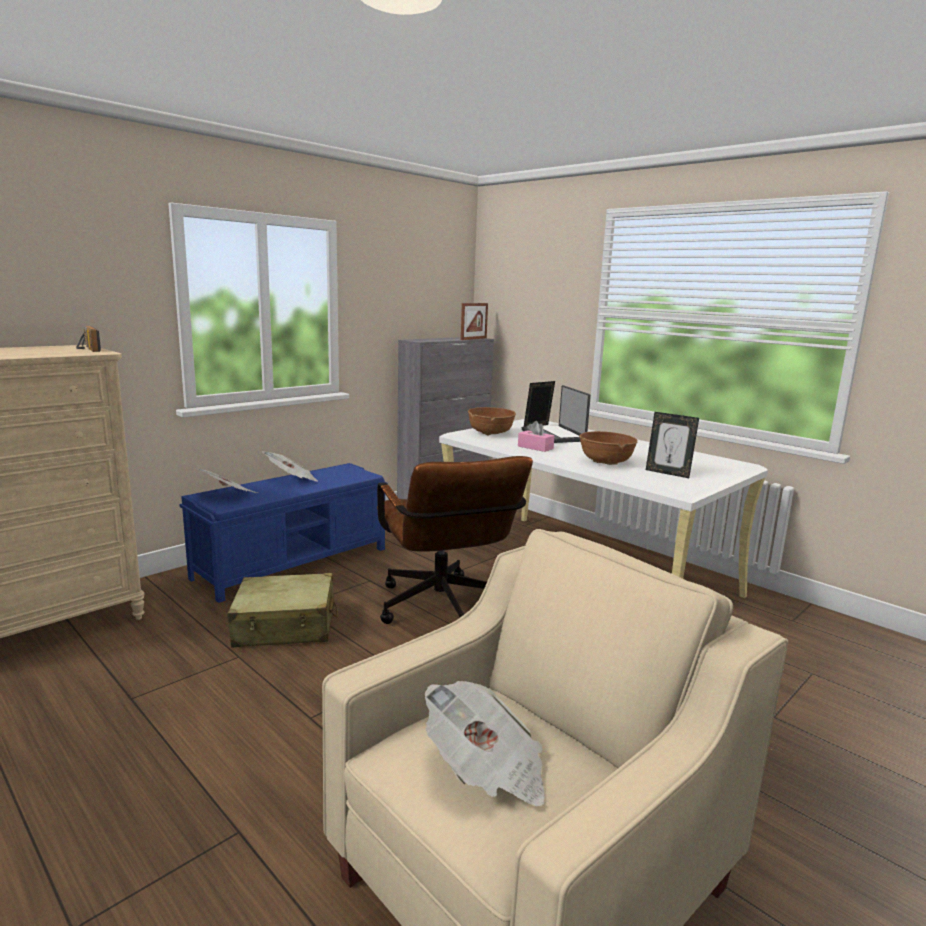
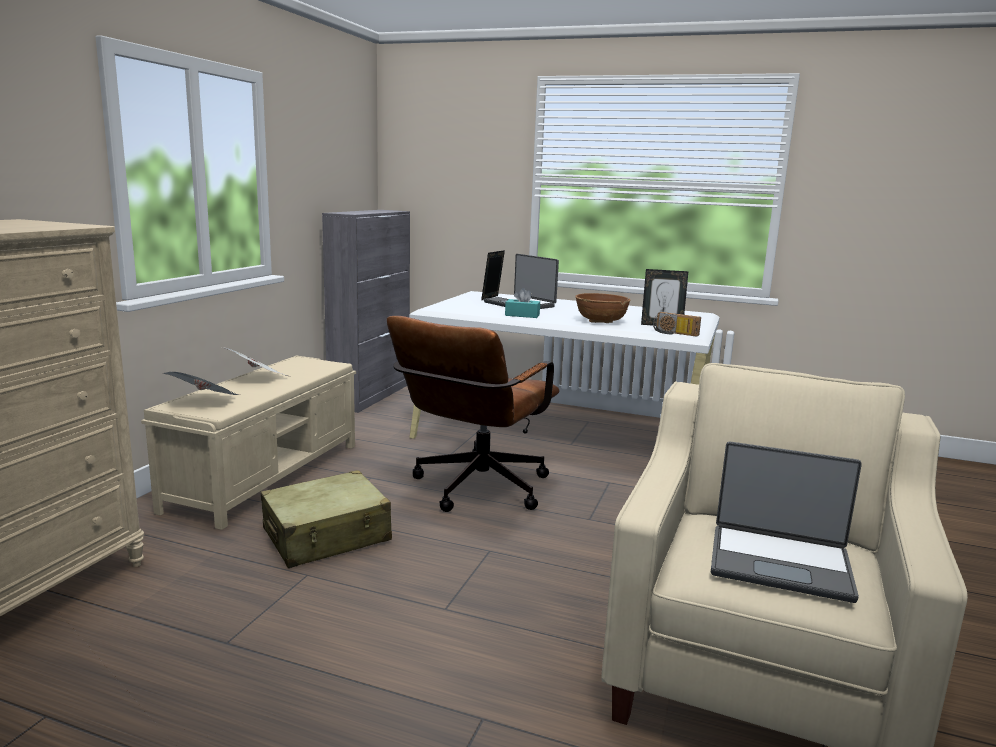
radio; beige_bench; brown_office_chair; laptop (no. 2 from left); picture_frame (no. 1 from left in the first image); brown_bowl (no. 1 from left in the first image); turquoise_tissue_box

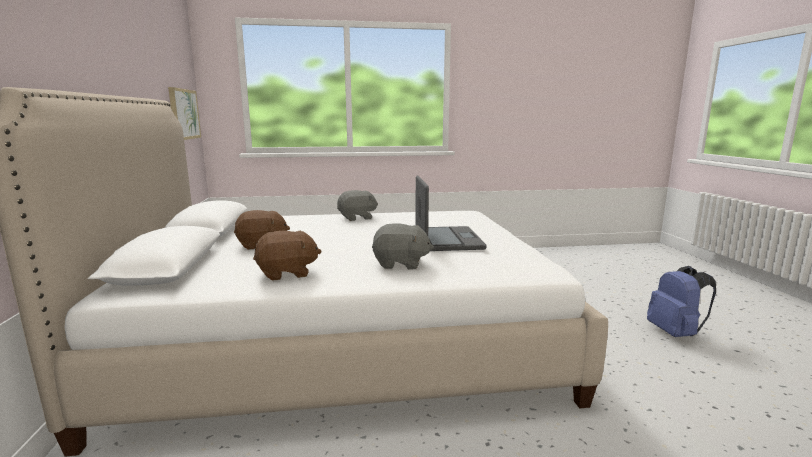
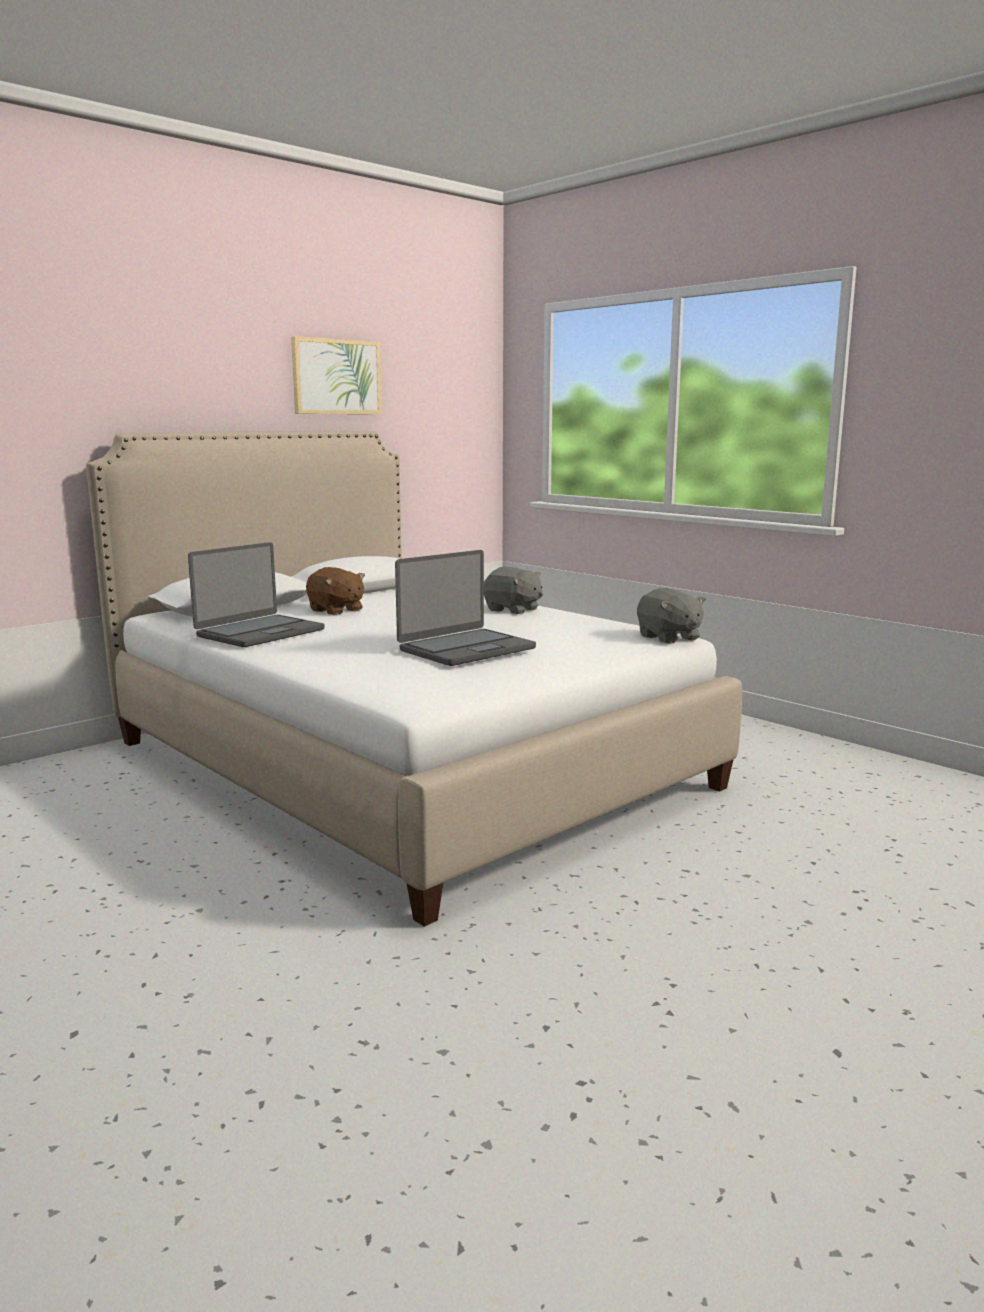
picture; laptop (no. 1 from left); grey_plush_toy (no. 2 from left); blue_backpack

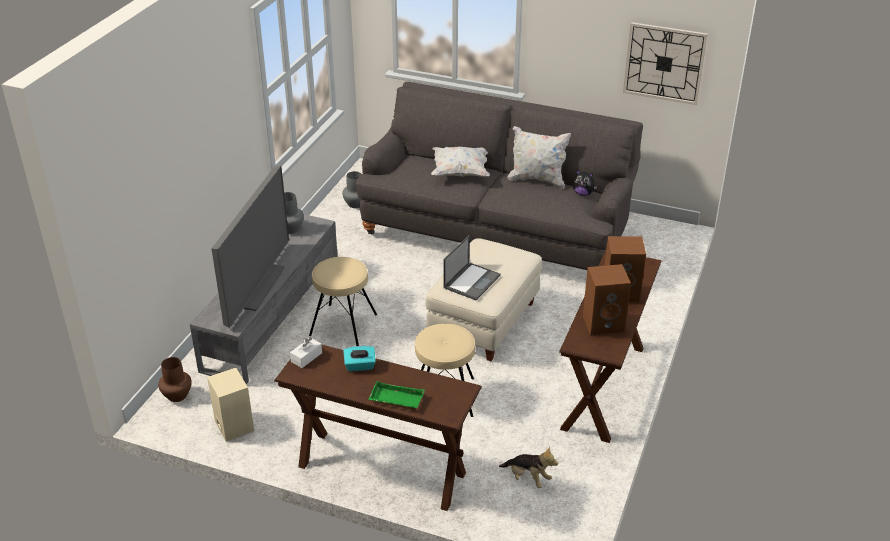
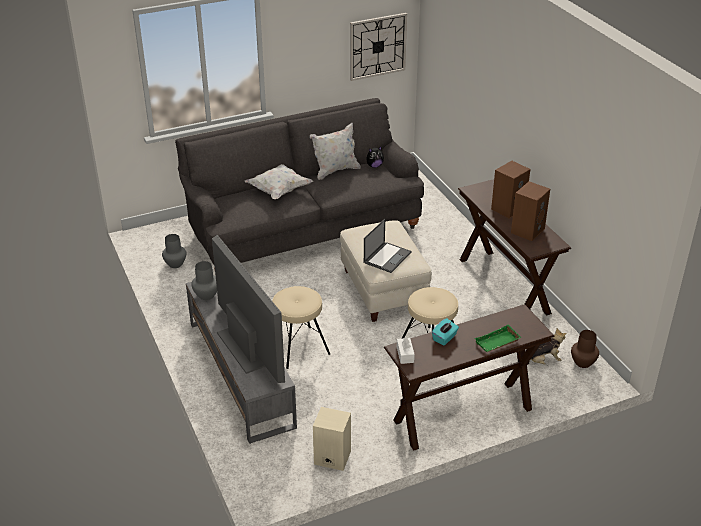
brown_vase; laptop

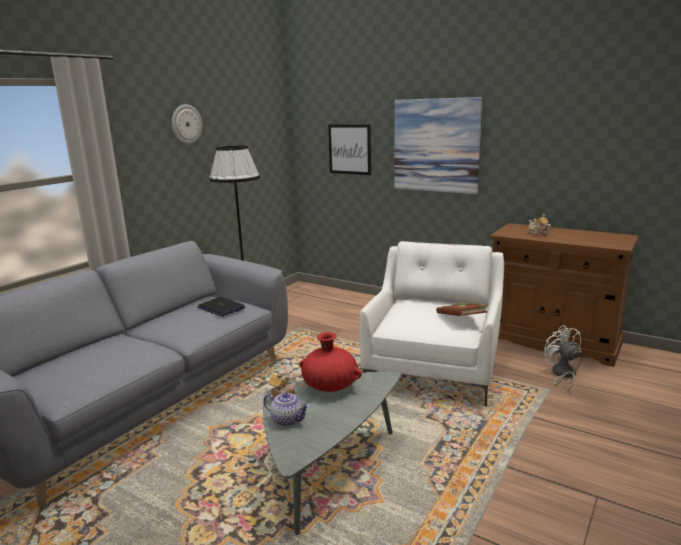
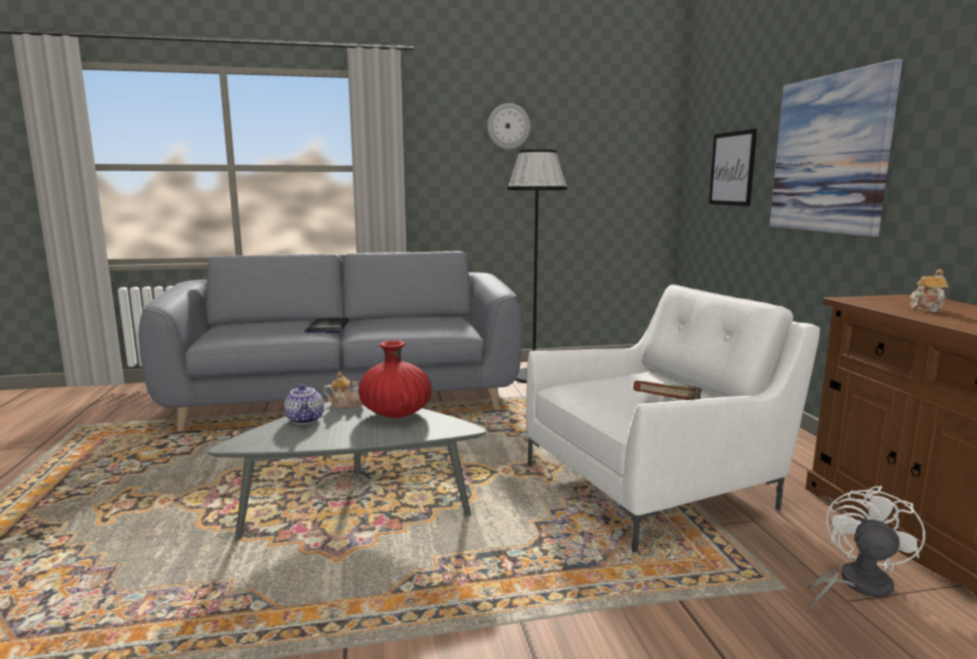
laptop

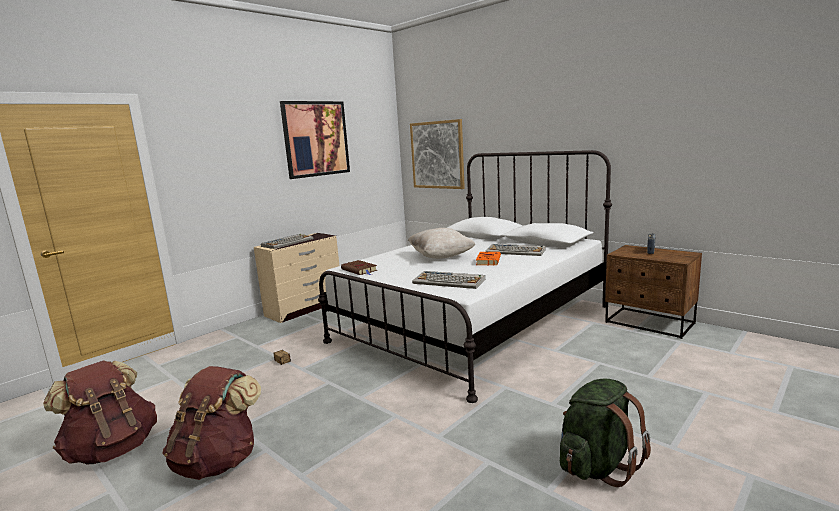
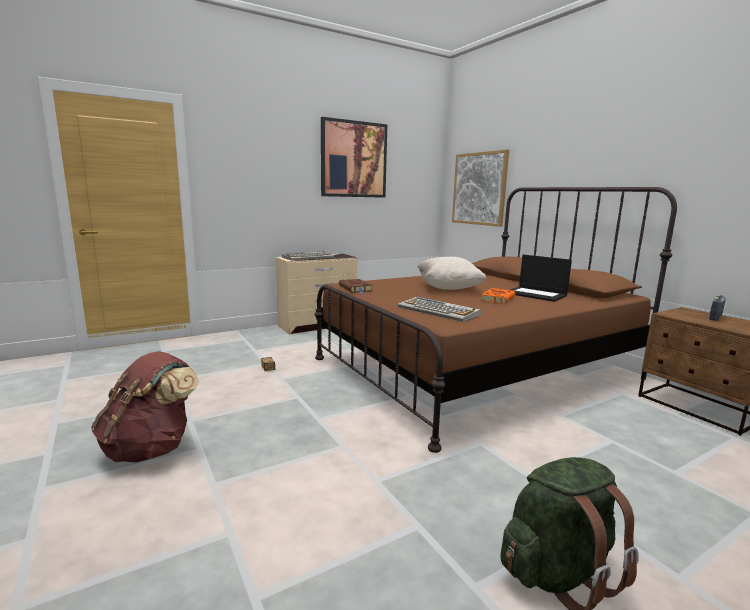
brown_backpack (no. 1 from left in the first image); brown_bed; laptop

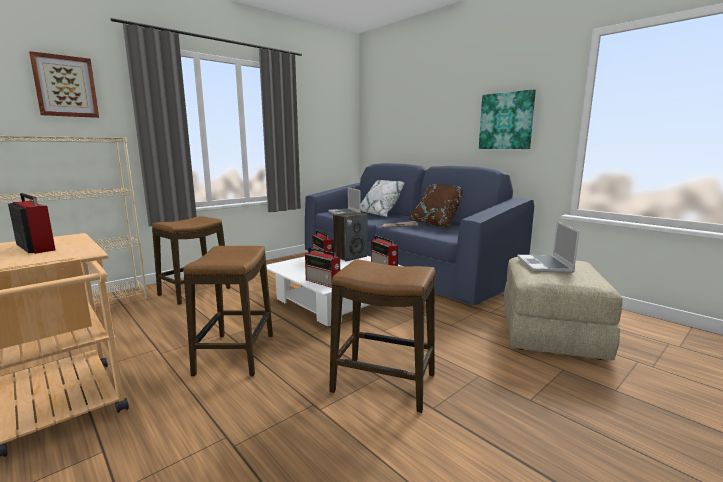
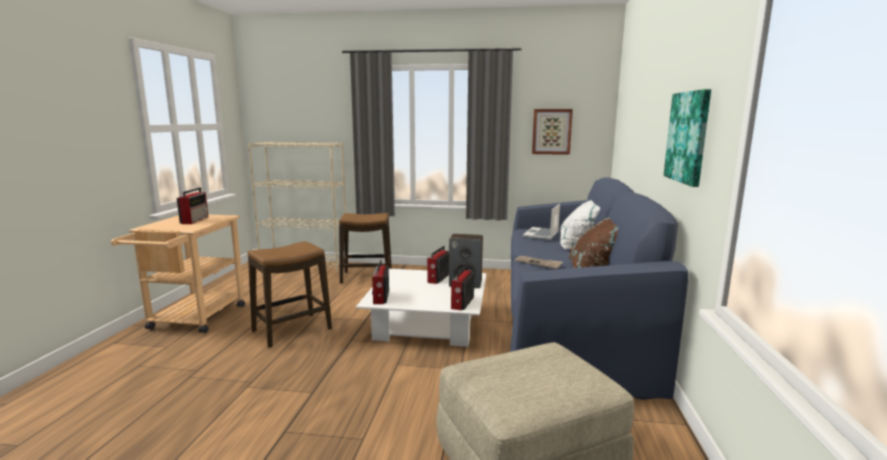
picture (no. 1 from left); stool (no. 3 from left in the first image); laptop (no. 2 from left in the first image)

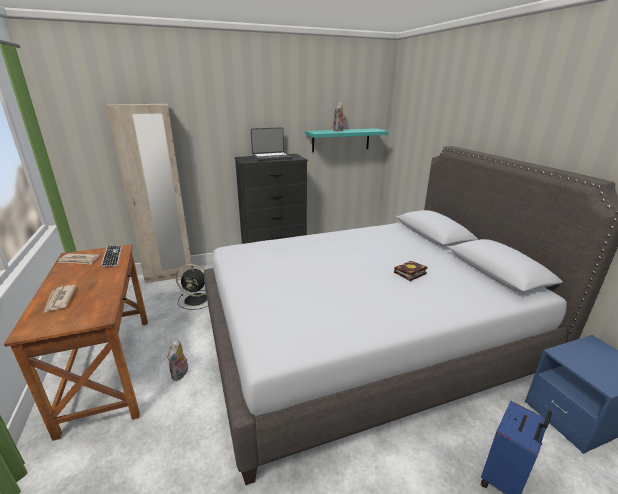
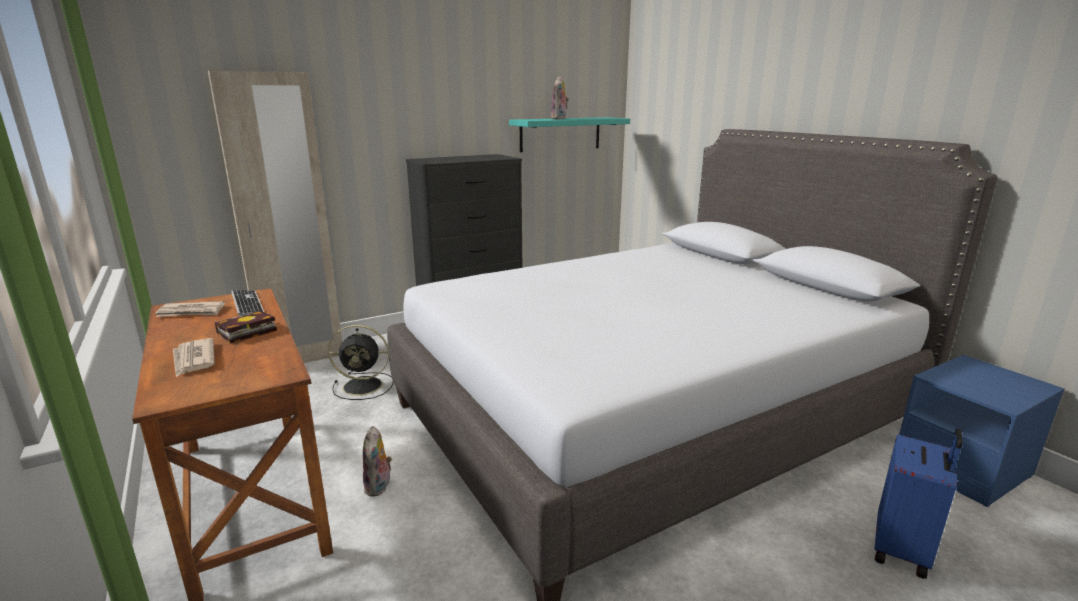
laptop; book

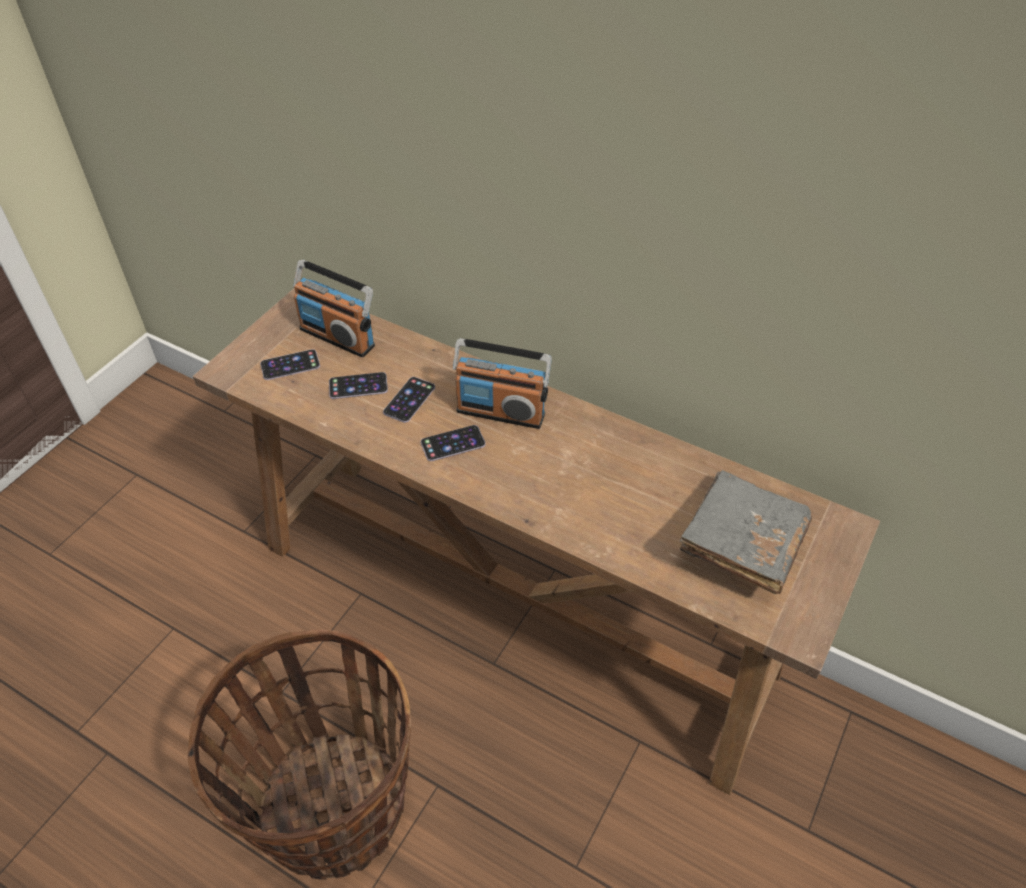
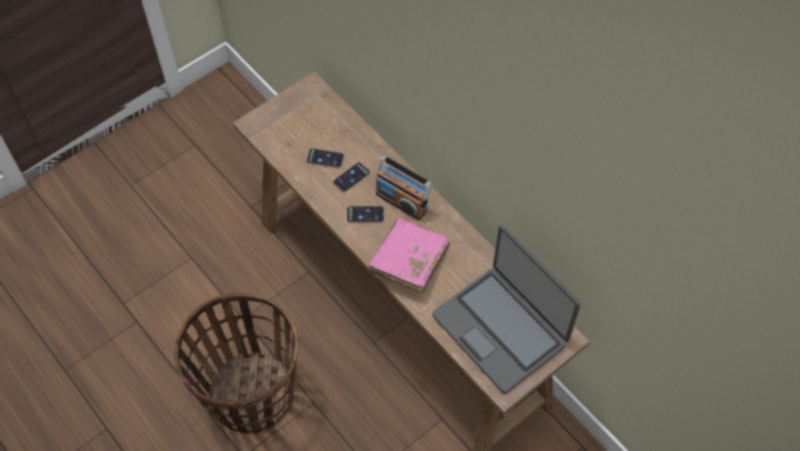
phone (no. 1 from left in the first image); radio (no. 1 from left in the first image); laptop; pink_book

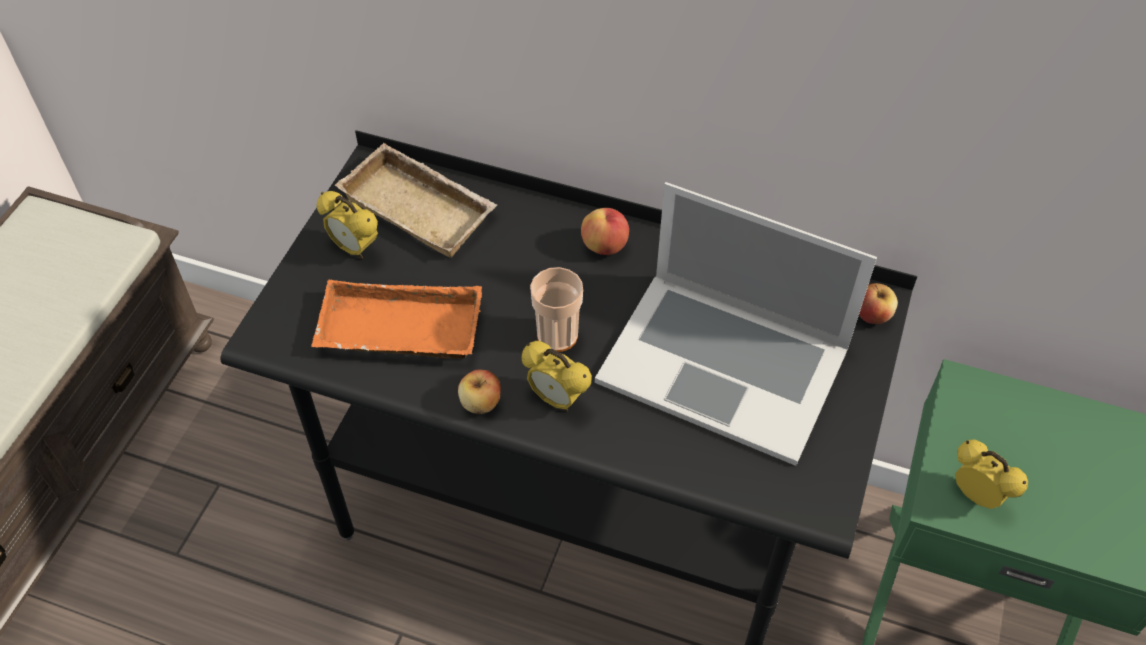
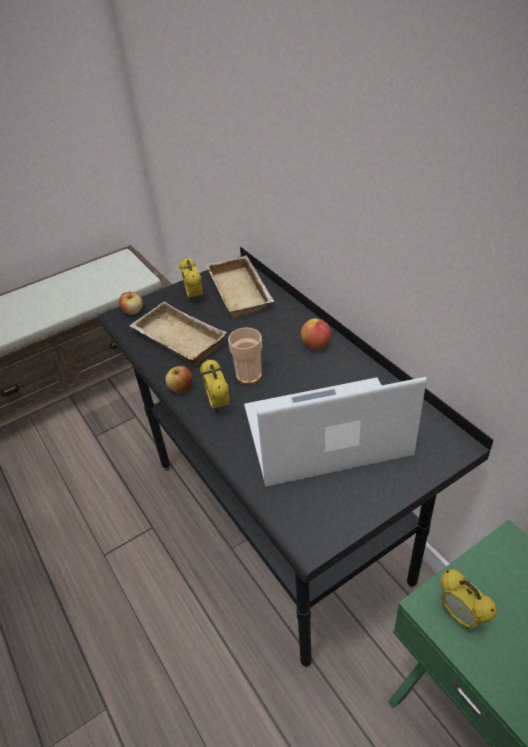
beige_tray (no. 1 from left); laptop; apple (no. 1 from left); alarm_clock (no. 3 from left)

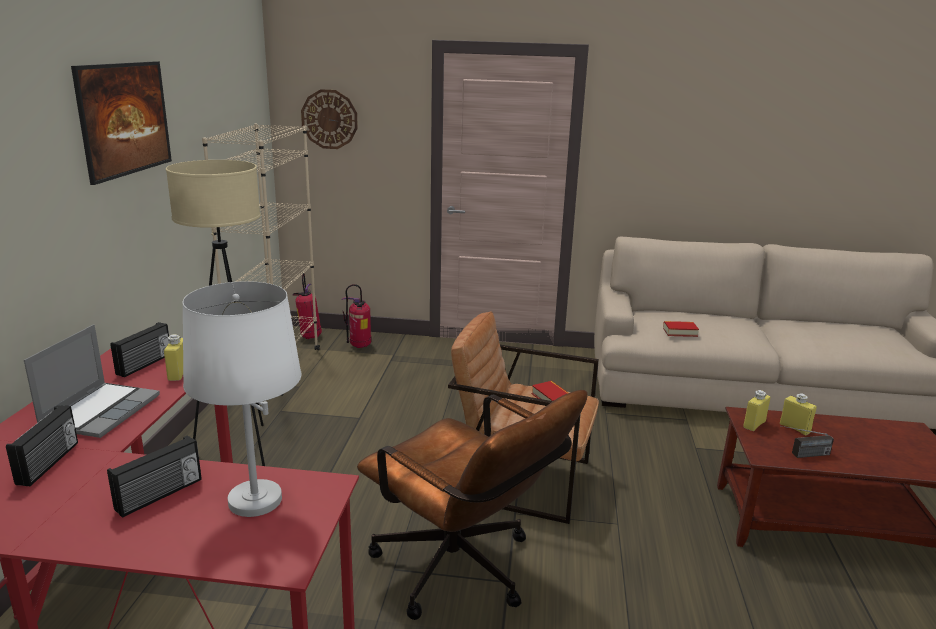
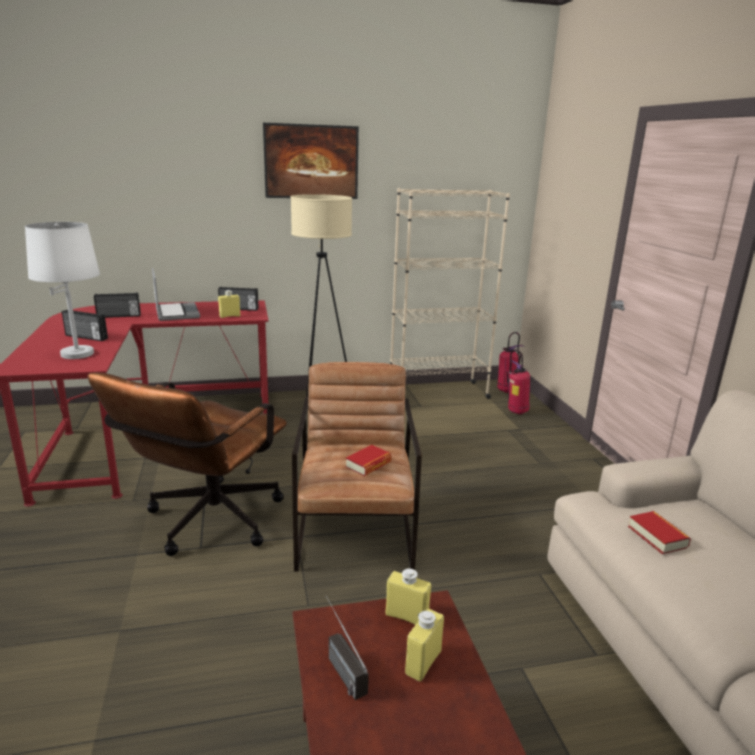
laptop; wall_clock

